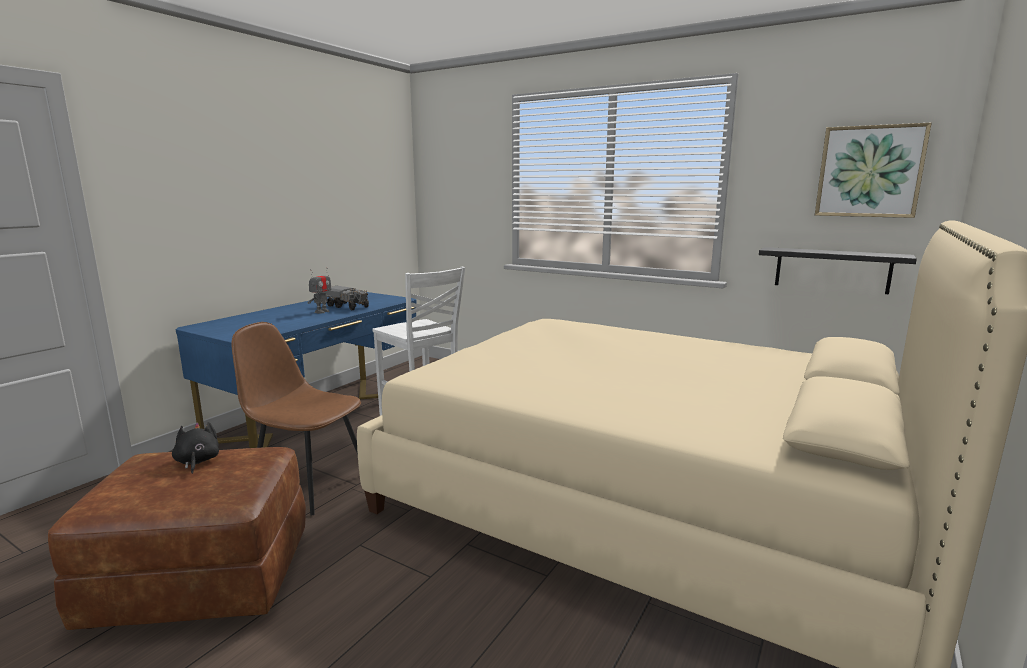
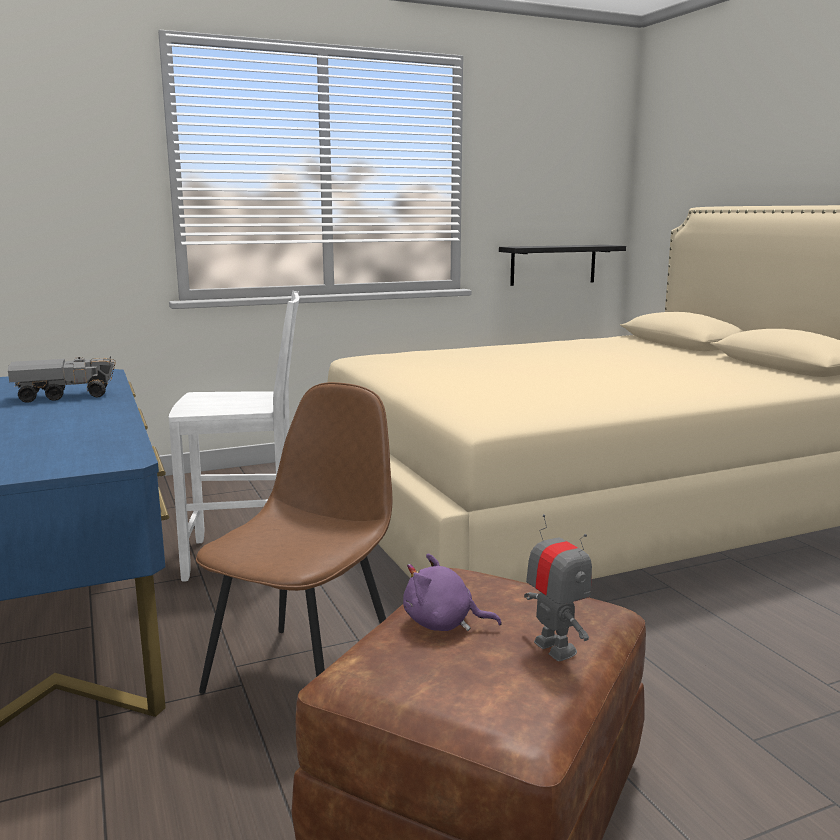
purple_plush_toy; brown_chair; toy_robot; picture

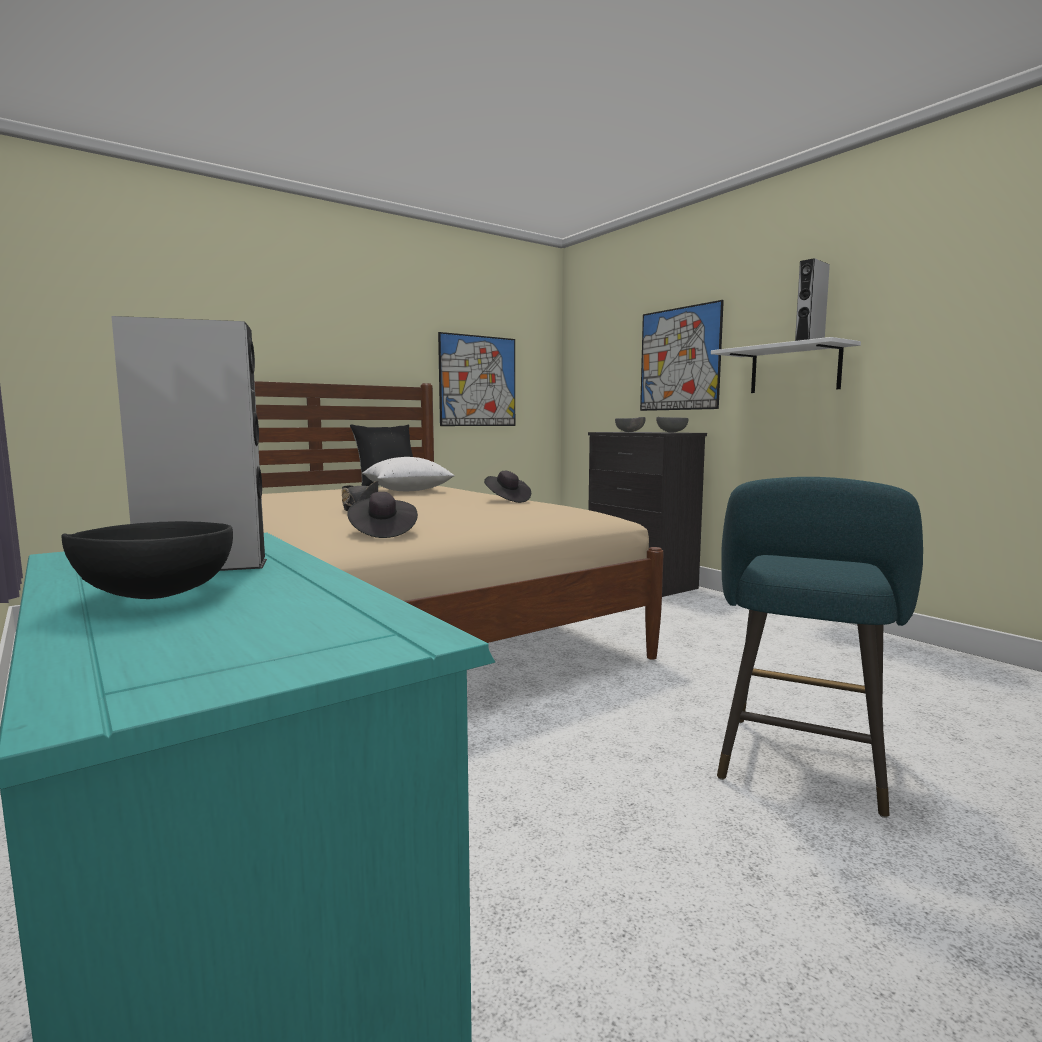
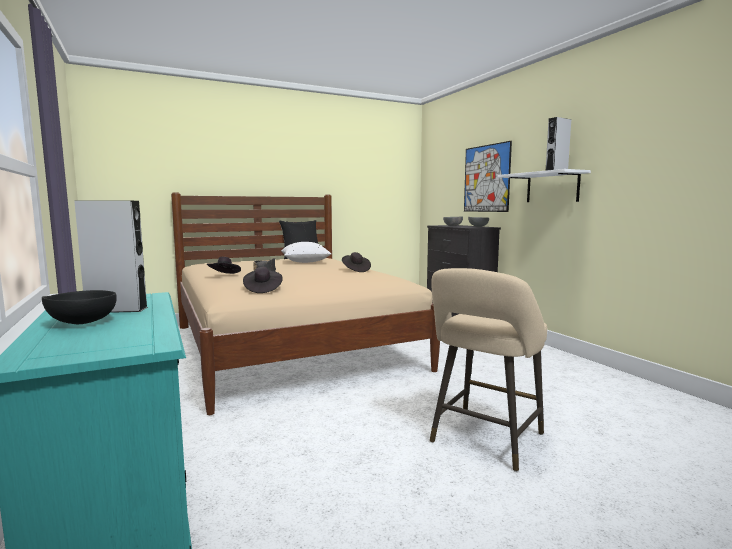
picture (no. 1 from left in the first image); beige_stool; black_hat (no. 1 from left)

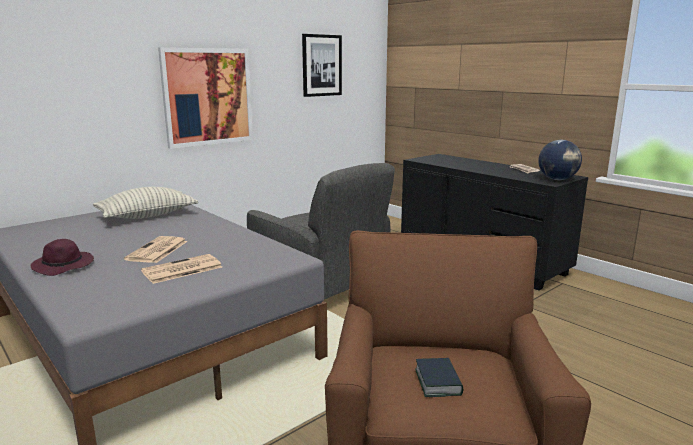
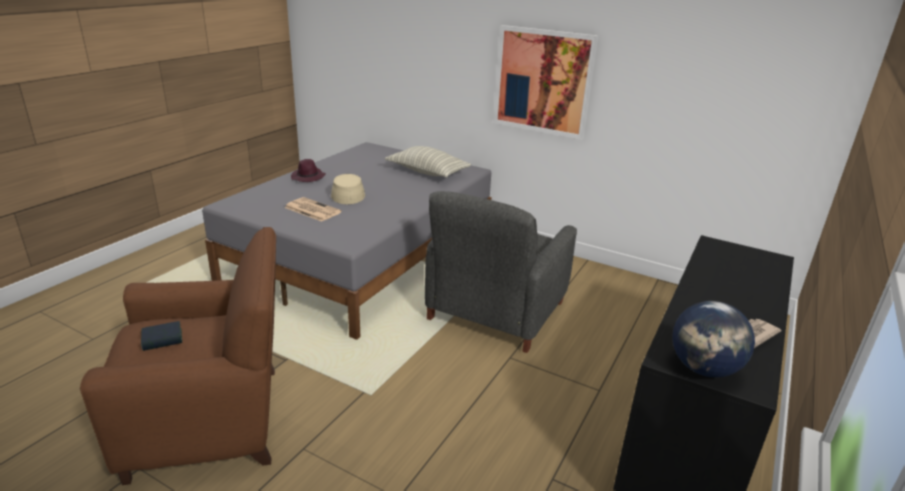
beige_hat; picture (no. 2 from left in the first image)

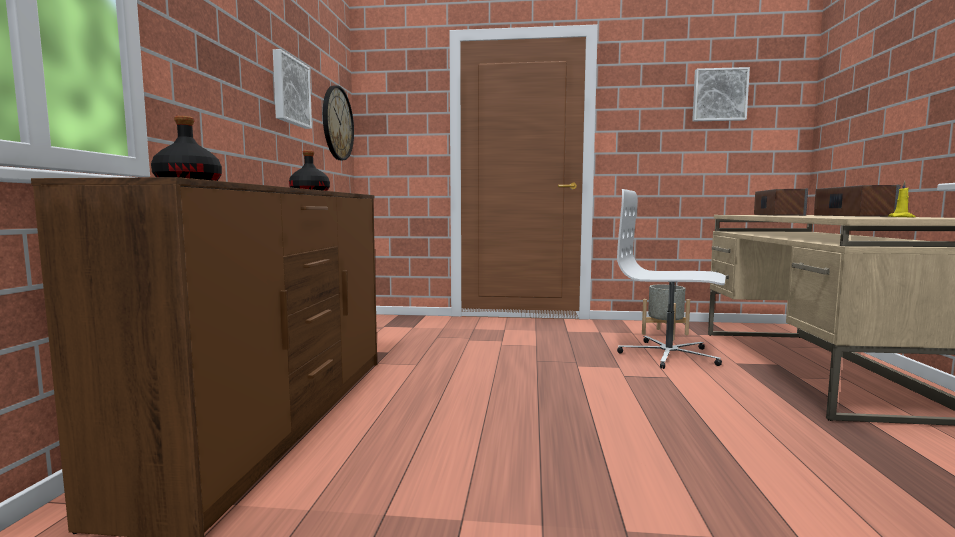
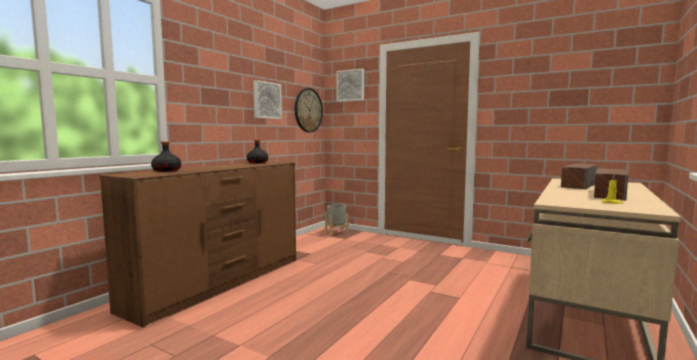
white_office_chair; grey_planter; picture (no. 2 from left)

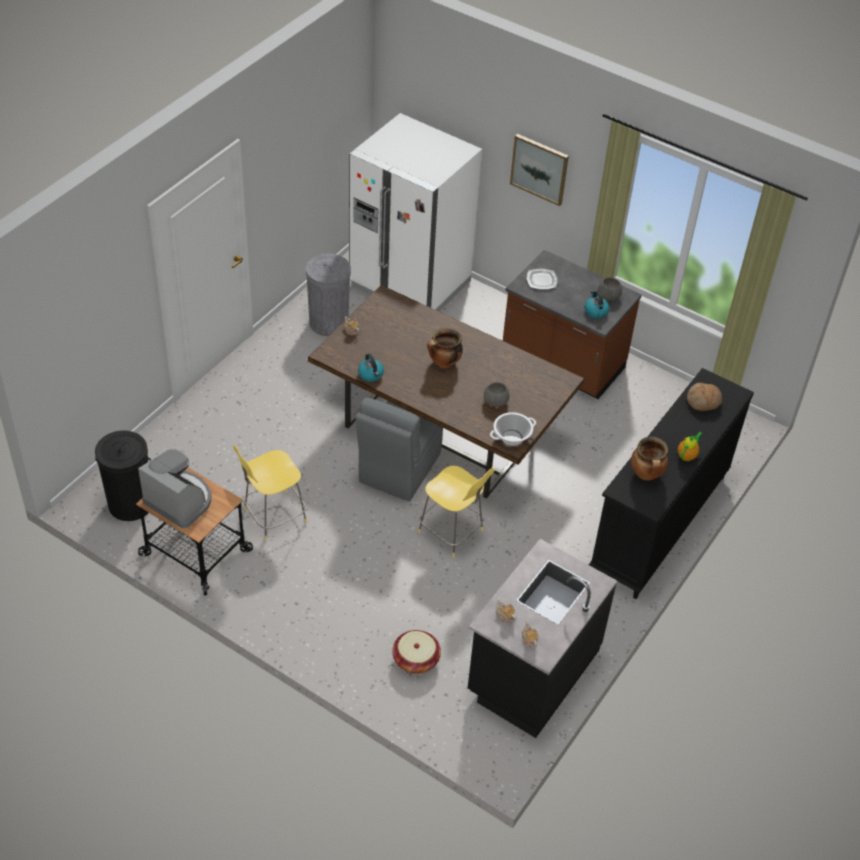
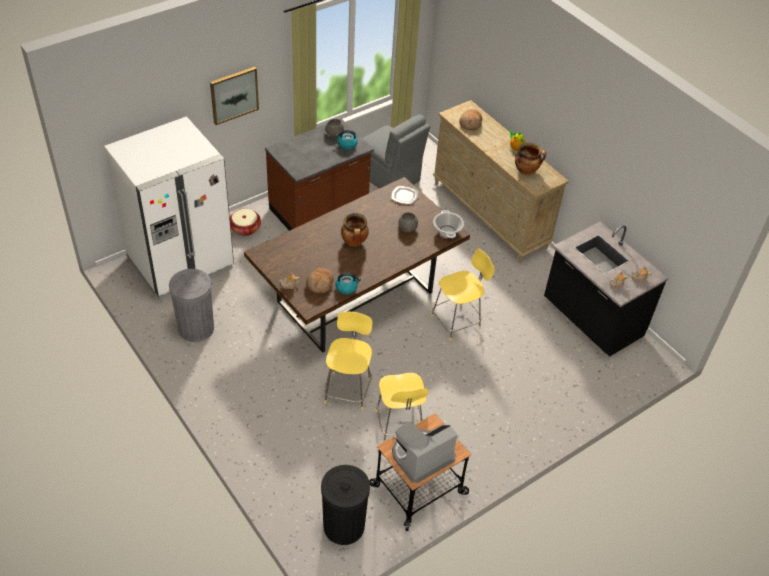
grey_chair; basket; plate; beige_dresser; bread (no. 1 from left); yellow_stool (no. 1 from left)

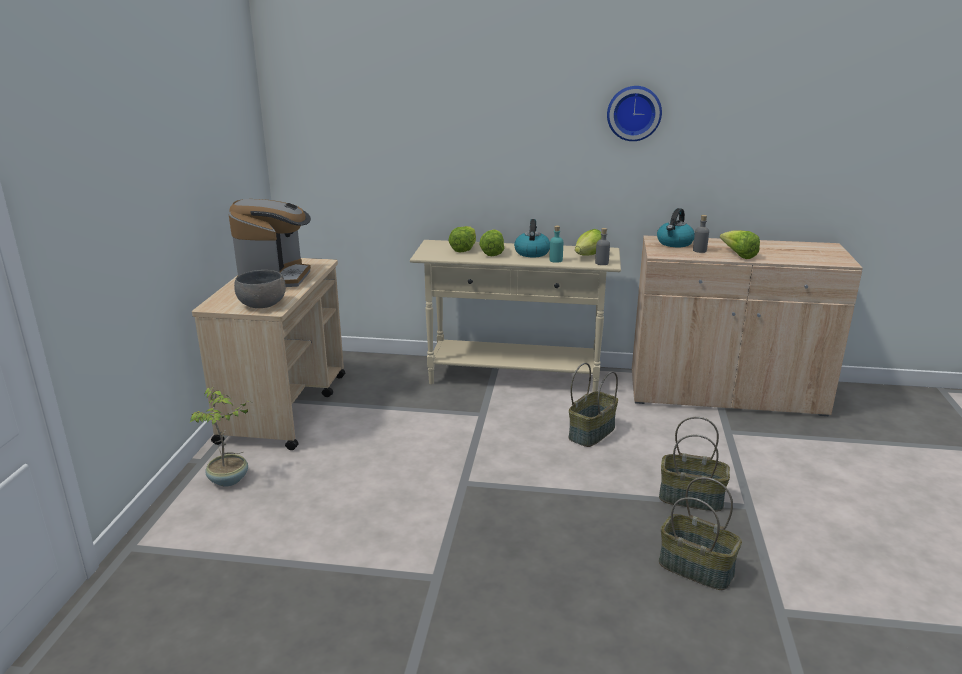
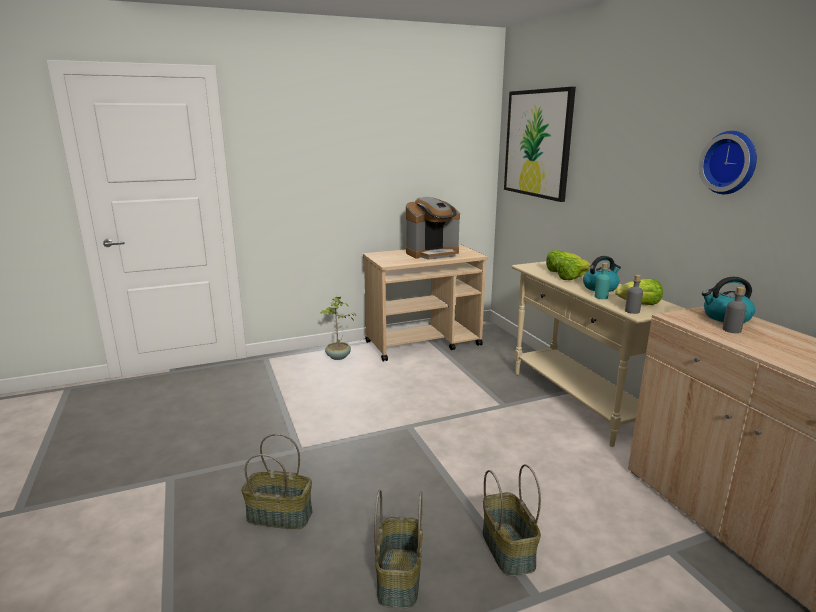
grey_bowl; basket (no. 1 from left); lettuce (no. 4 from left in the first image); picture

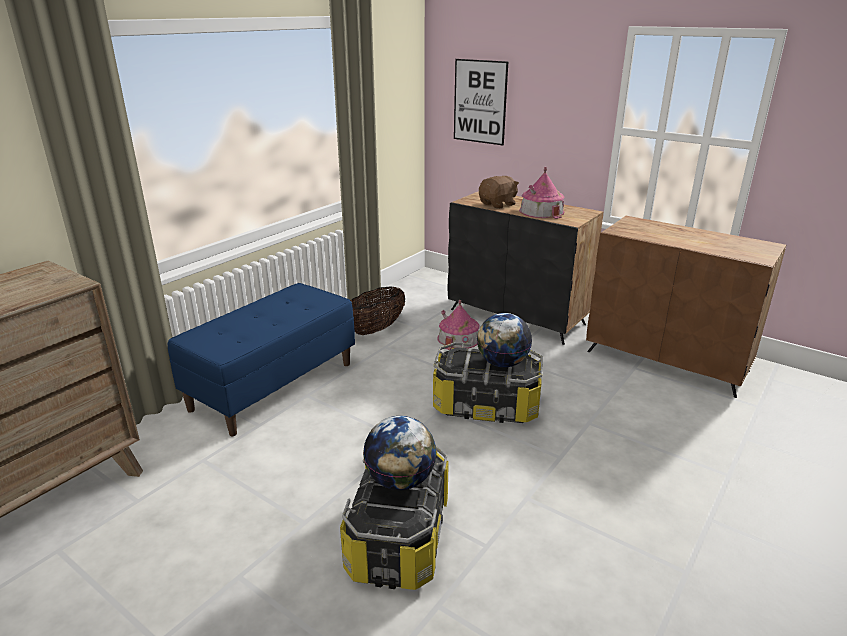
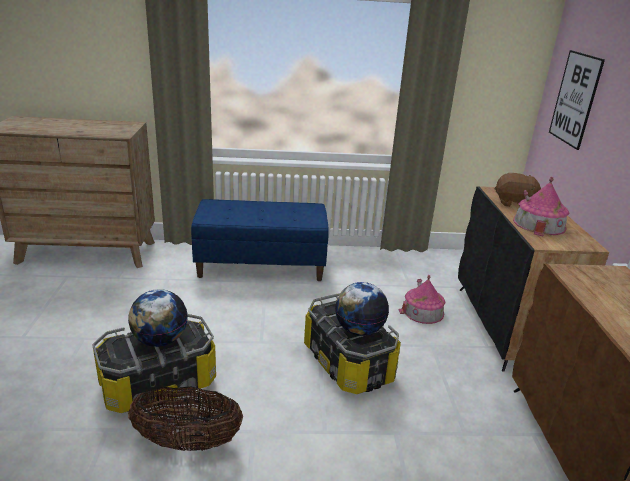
basket

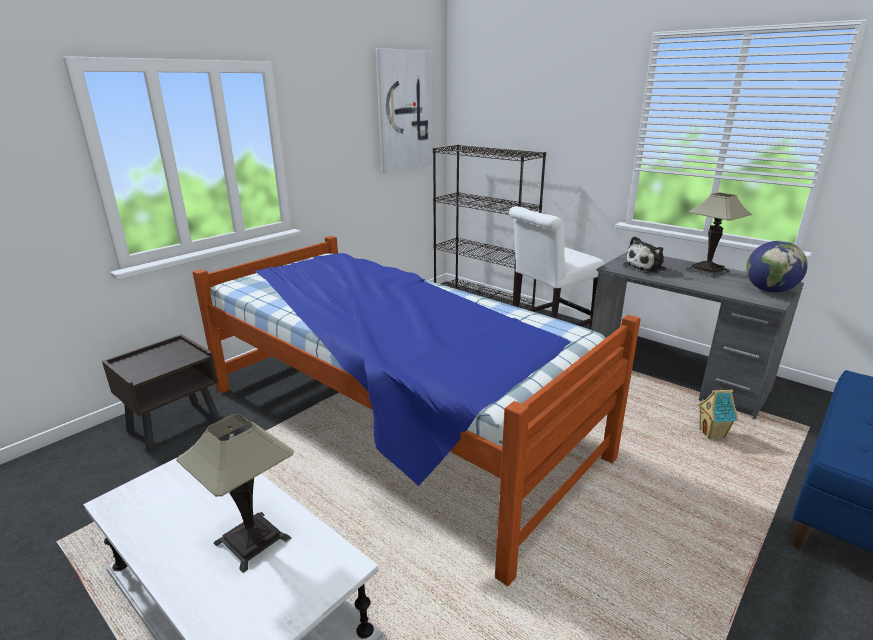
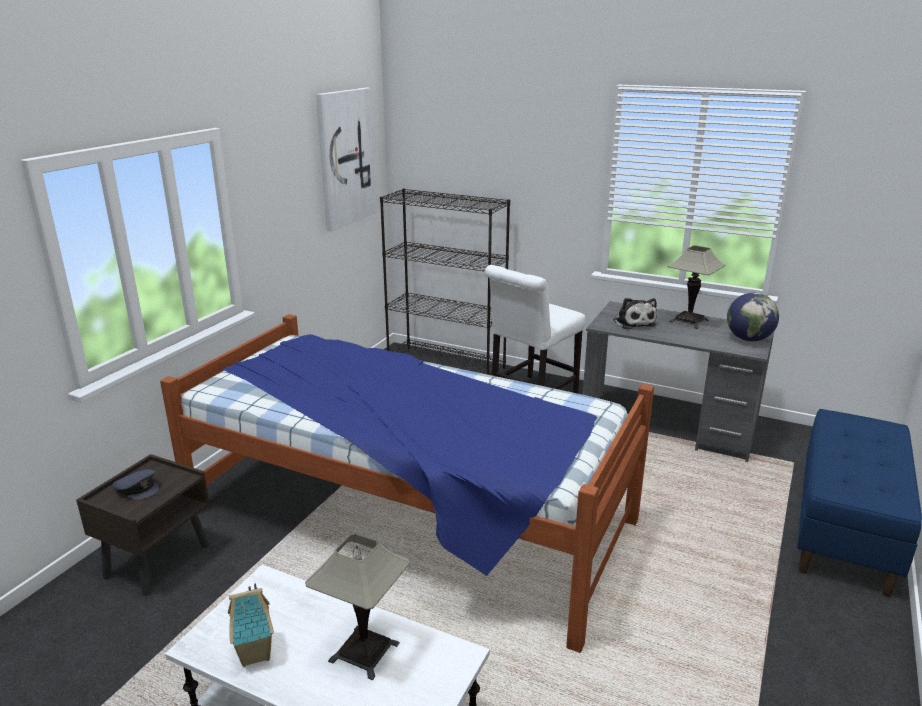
plush_toy; toy_house; grey_cap

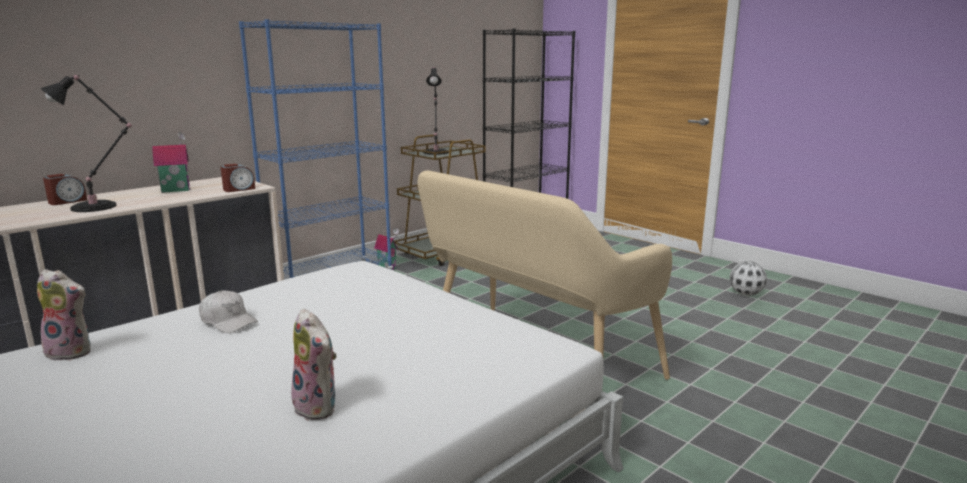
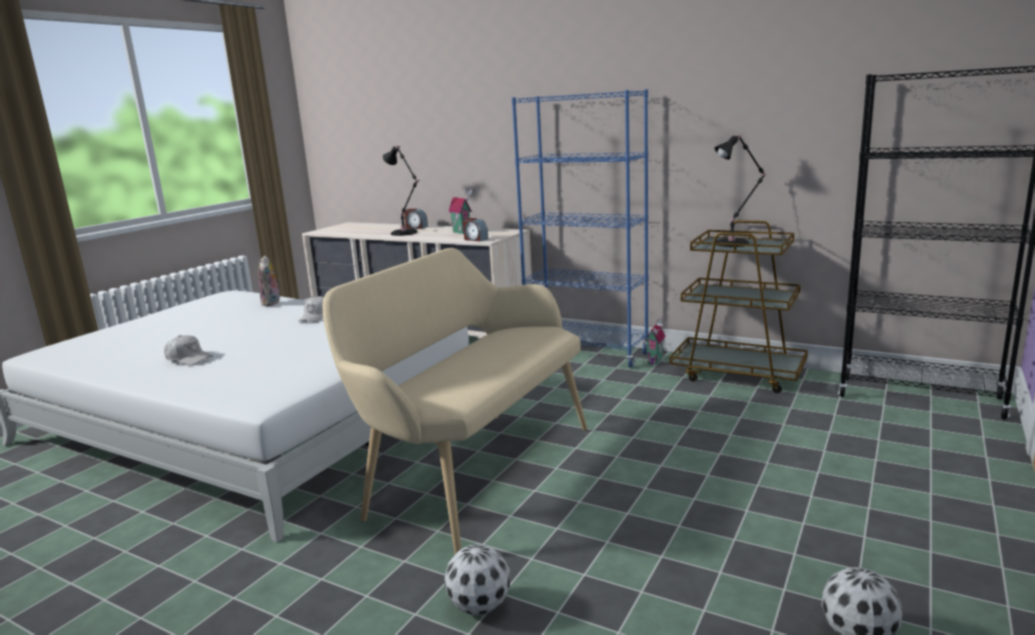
white_cap (no. 1 from left); football (no. 1 from left)

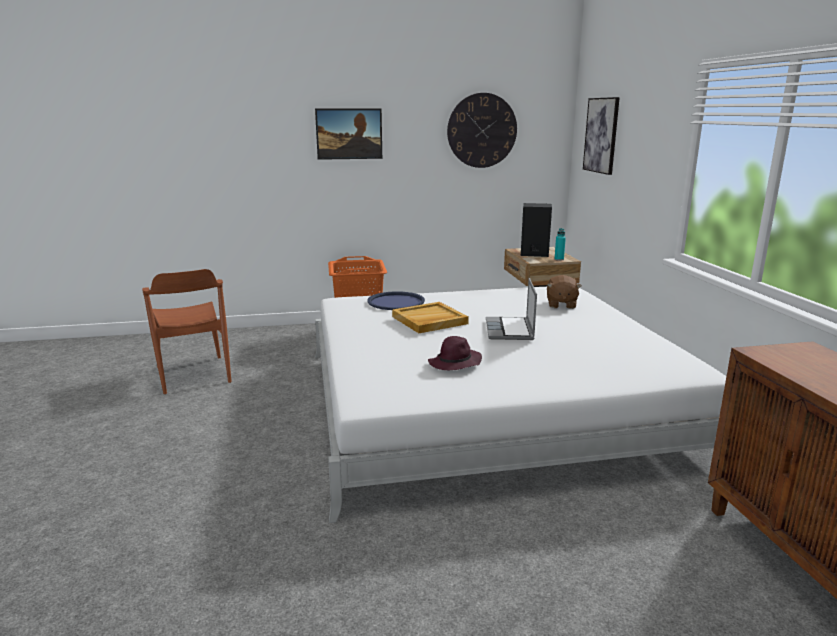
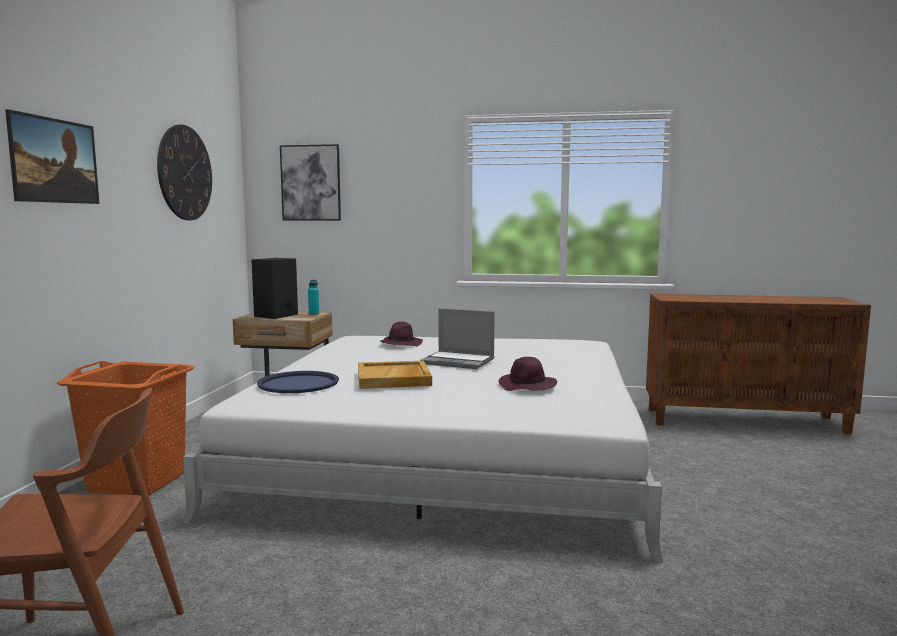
purple_hat (no. 1 from left)

